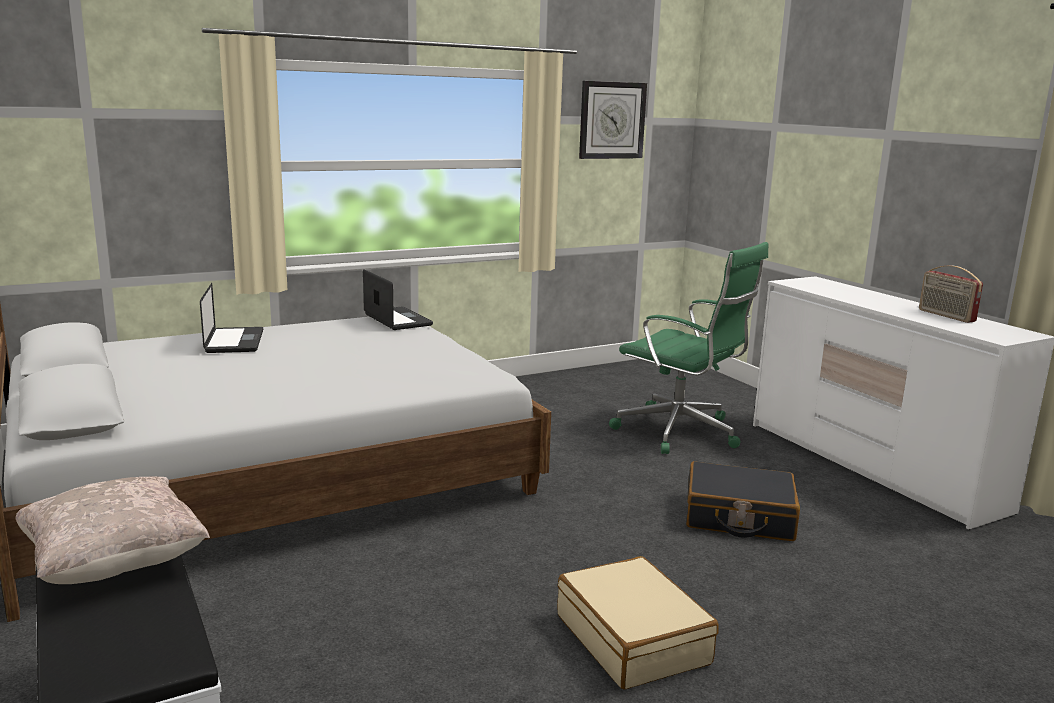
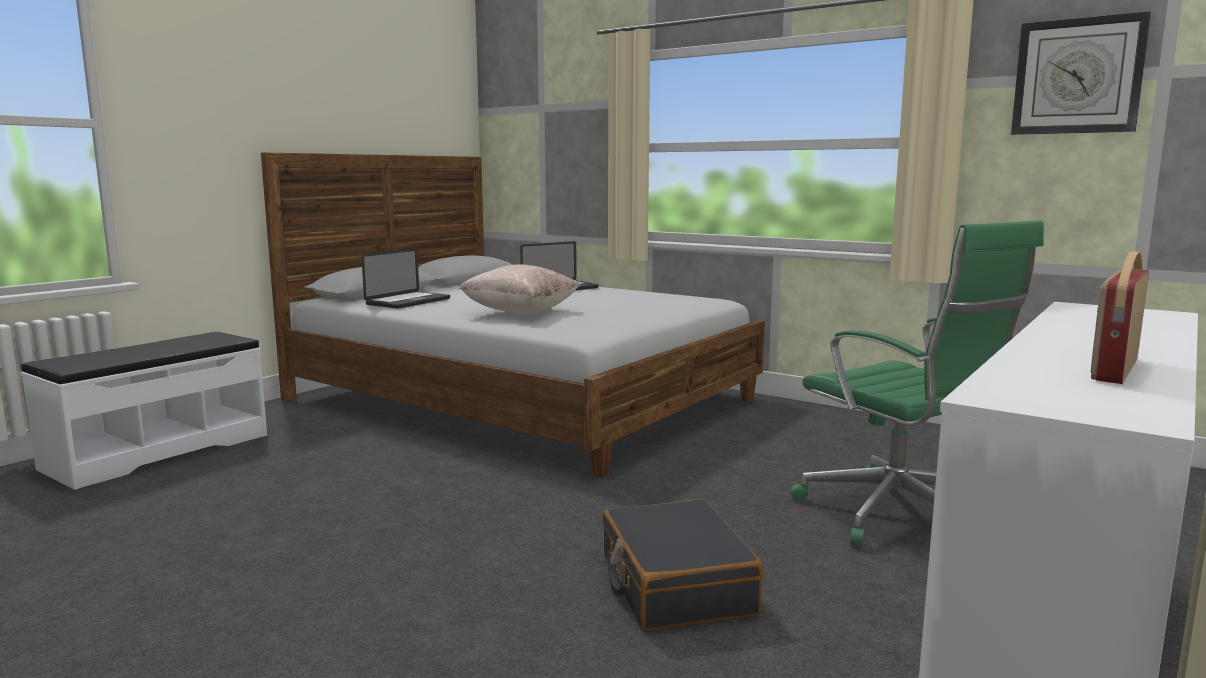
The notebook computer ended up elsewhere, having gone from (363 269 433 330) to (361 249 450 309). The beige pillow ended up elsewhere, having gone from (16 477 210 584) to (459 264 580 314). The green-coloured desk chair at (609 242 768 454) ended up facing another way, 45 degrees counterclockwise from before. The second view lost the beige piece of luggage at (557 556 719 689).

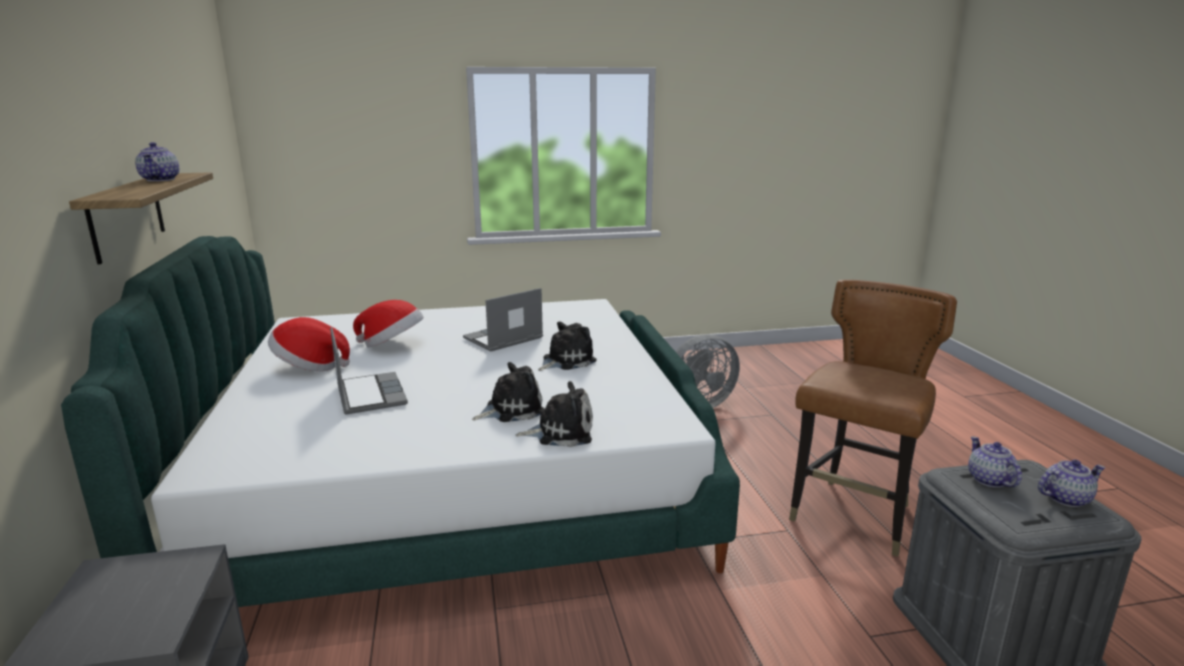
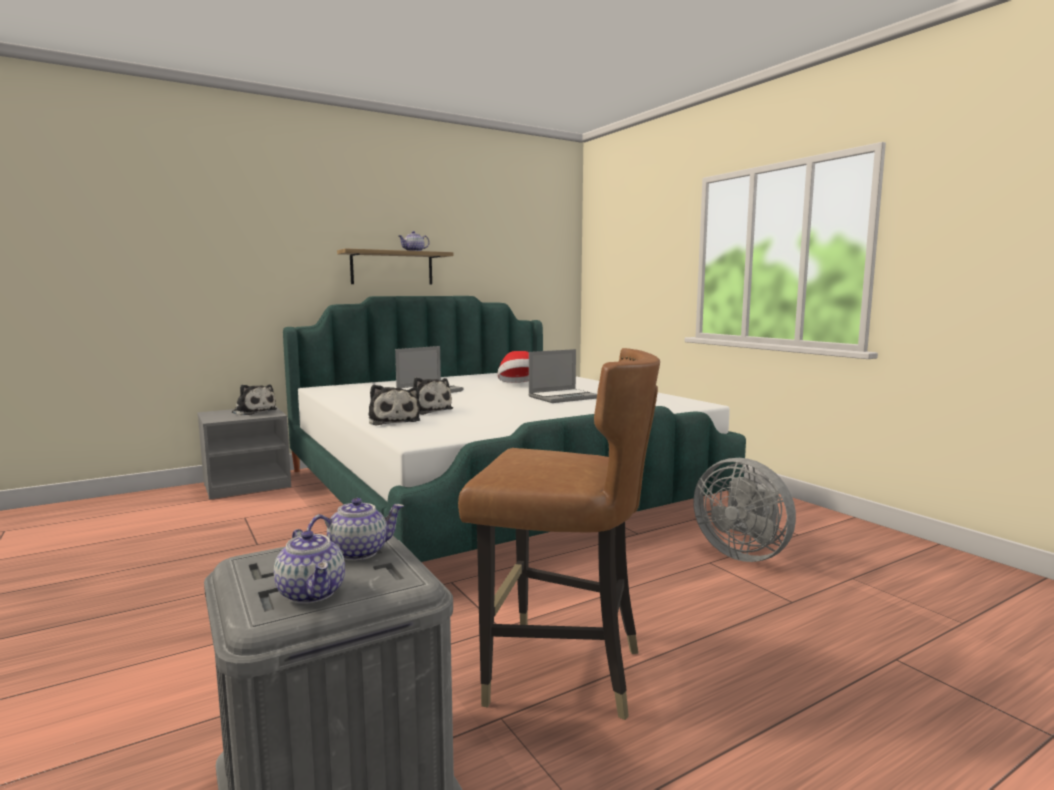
The soft toy ended up elsewhere, having gone from (538 321 597 371) to (232 385 277 415). The notebook computer at (463 288 543 352) ended up facing another way, 120 degrees clockwise from before. The second view lost the clothing hat at (268 317 350 372).

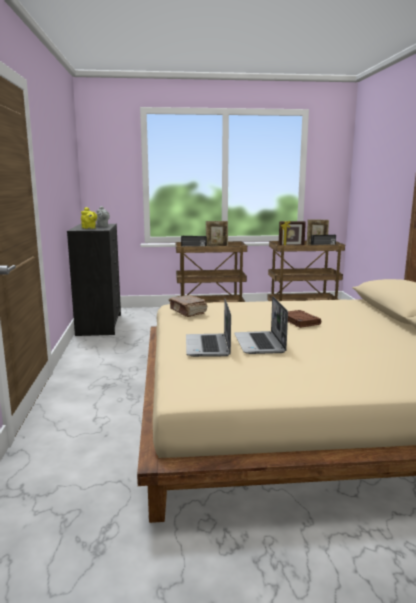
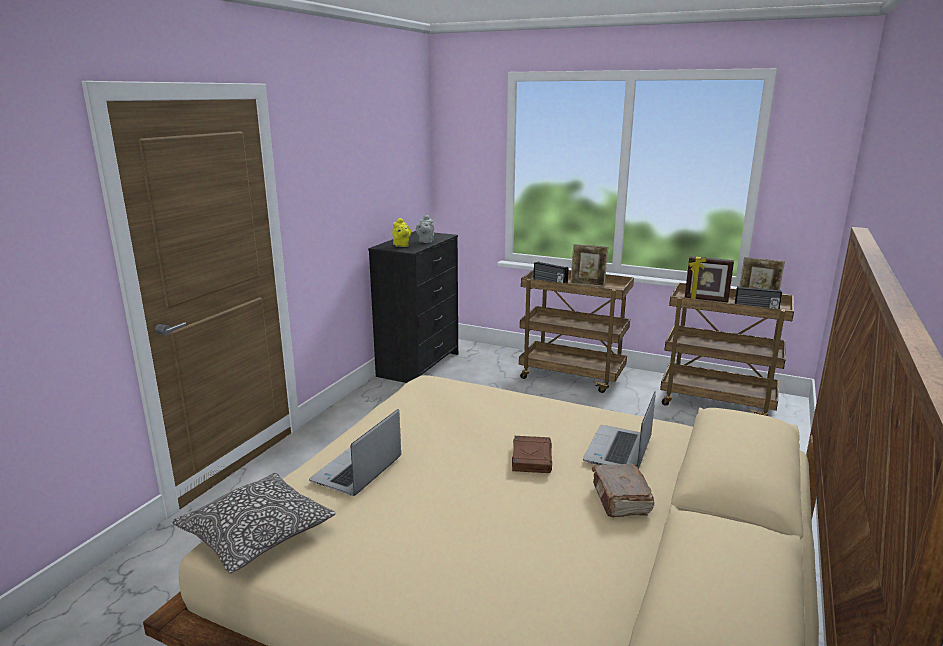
The second view gained the pillow at (172 473 336 573). The notebook computer ended up elsewhere, having gone from (234 296 288 354) to (583 391 656 469). The brownish volume ended up elsewhere, having gone from (169 295 207 317) to (592 464 655 517).

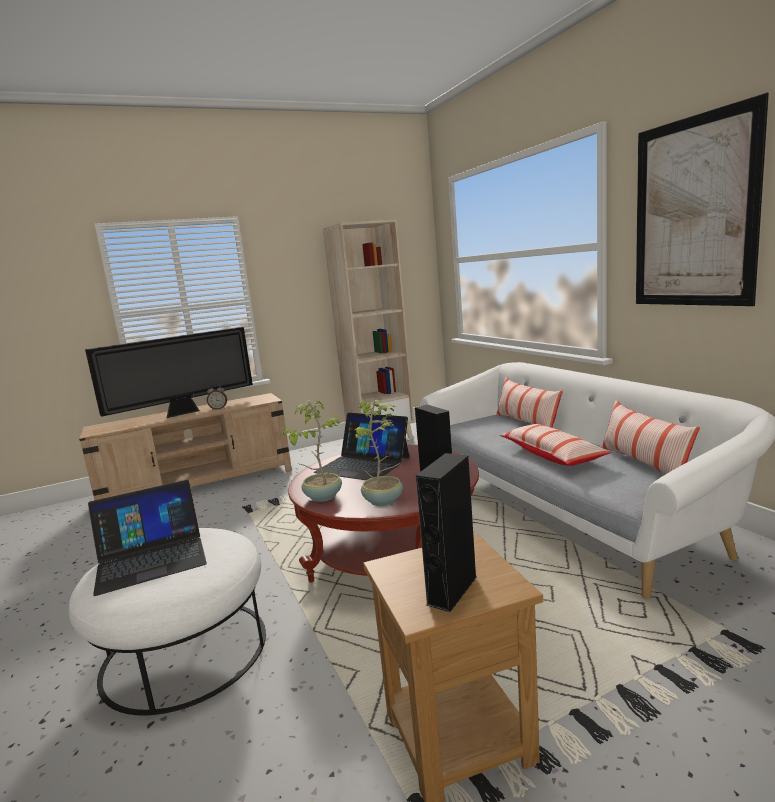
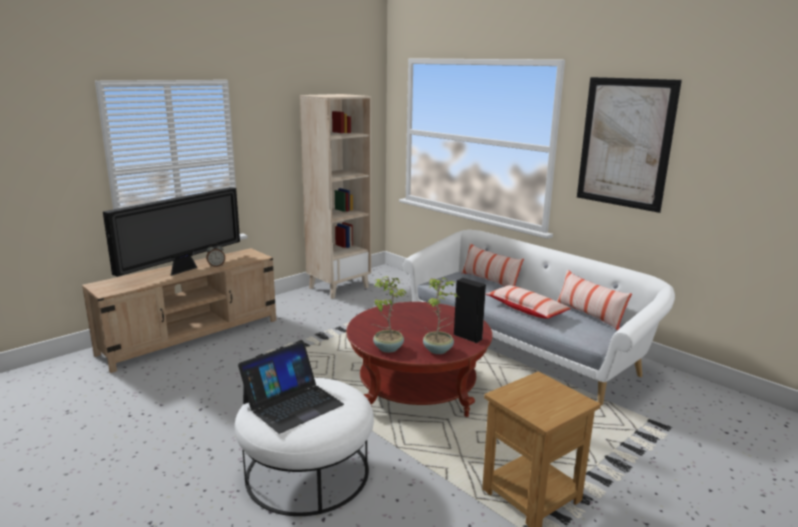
The second view lost the notebook computer at (313 413 409 480). The second view lost the black-coloured loudspeaker at (416 453 477 612).

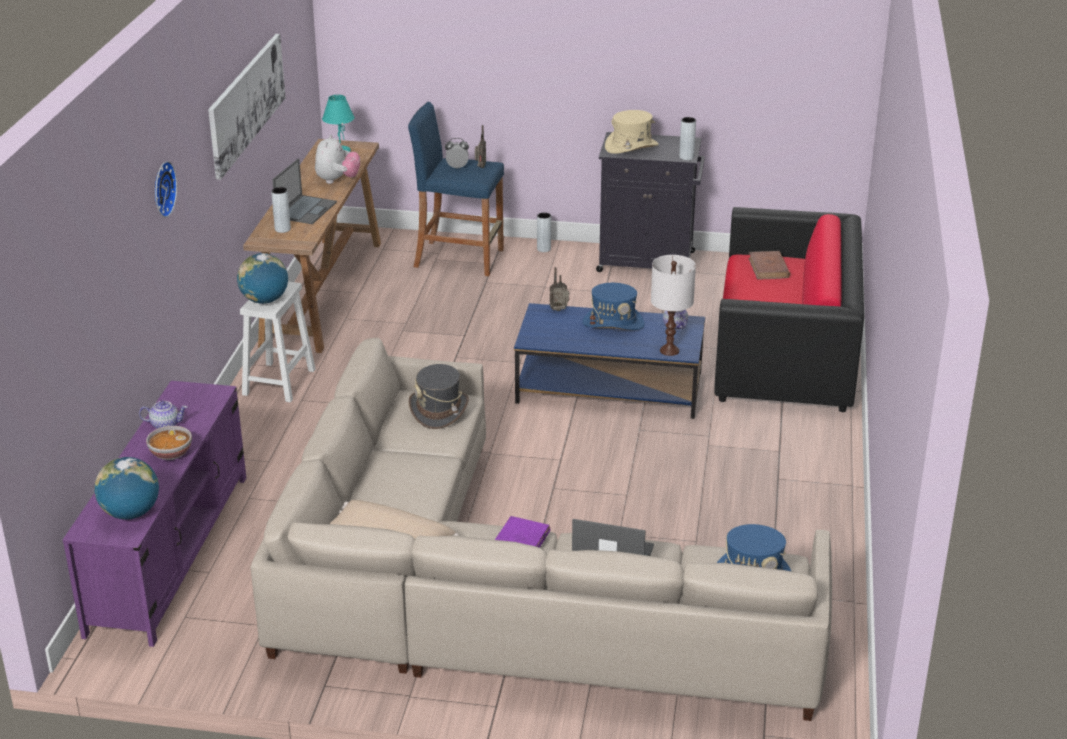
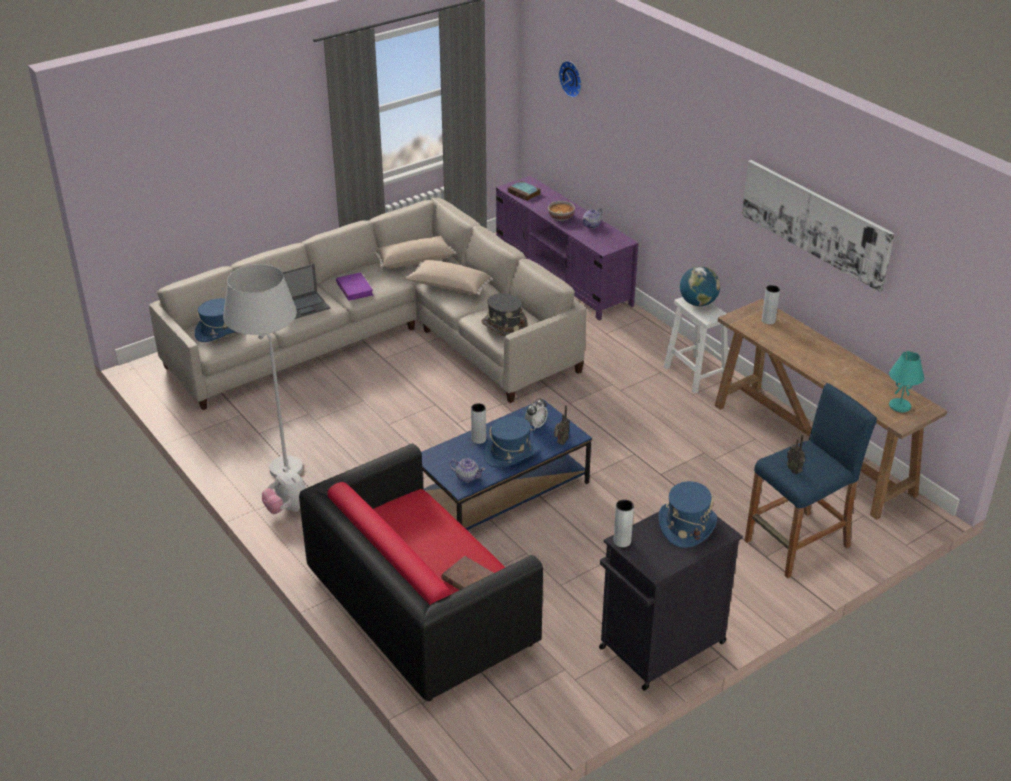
The second view gained the whitish standing lamp at (223 264 303 478). The soft toy ended up elsewhere, having gone from (315 135 360 184) to (262 468 306 514). The second view gained the beige pillow at (405 260 493 295). The greyish decorative vase ended up elsewhere, having gone from (537 212 551 252) to (471 403 486 444). Where the world globe stood at (94 457 159 520), the volume came to stand at (508 181 541 201). The bedside clock ended up elsewhere, having gone from (445 138 469 169) to (525 398 548 430). The wall clock ended up elsewhere, having gone from (155 161 177 218) to (559 61 582 98). What was the beige clothing hat at (605 110 659 154) turned into the blue clothing hat at (659 481 717 548). The second view lost the notebook computer at (272 158 337 224). The second view lost the whitish table lamp at (651 255 696 356).

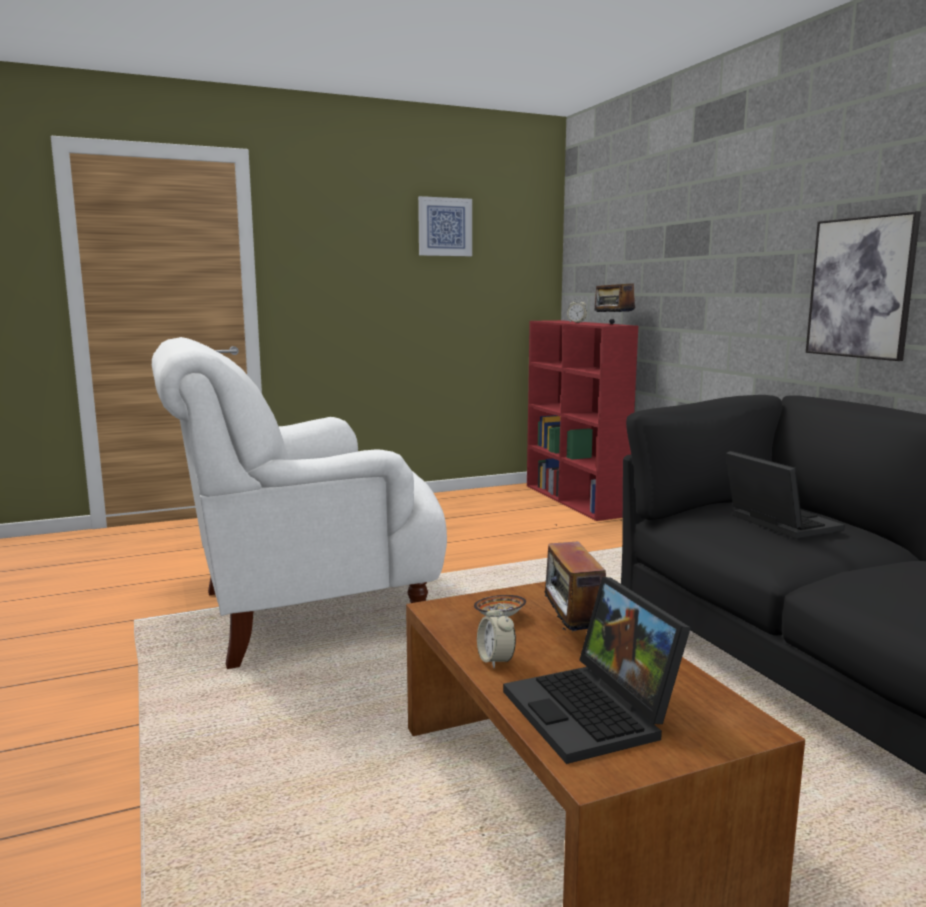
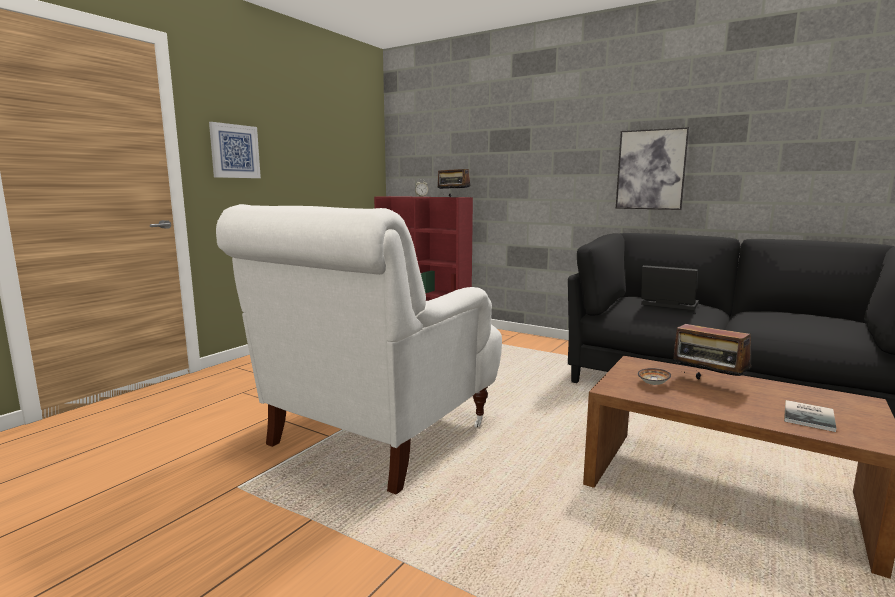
The picture ended up elsewhere, having gone from (418 196 472 256) to (209 122 261 178). Where the notebook computer stood at (503 577 691 764), the volume came to stand at (784 400 836 432). The second view lost the bedside clock at (477 603 516 668).

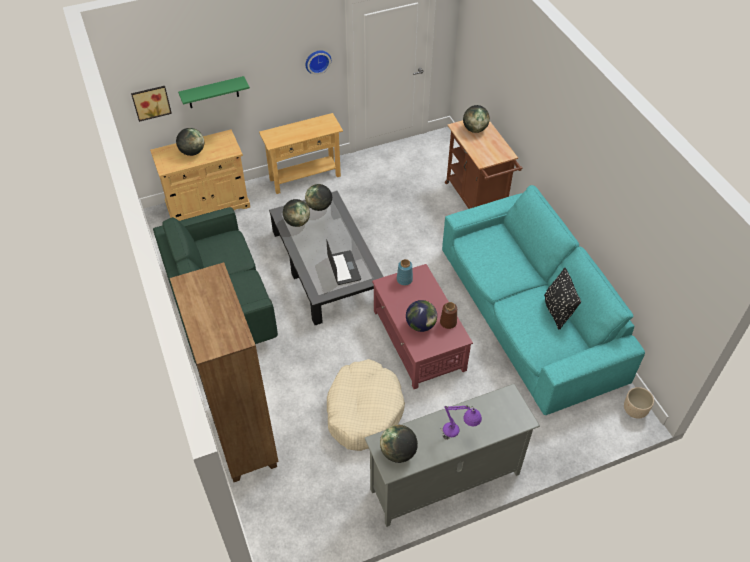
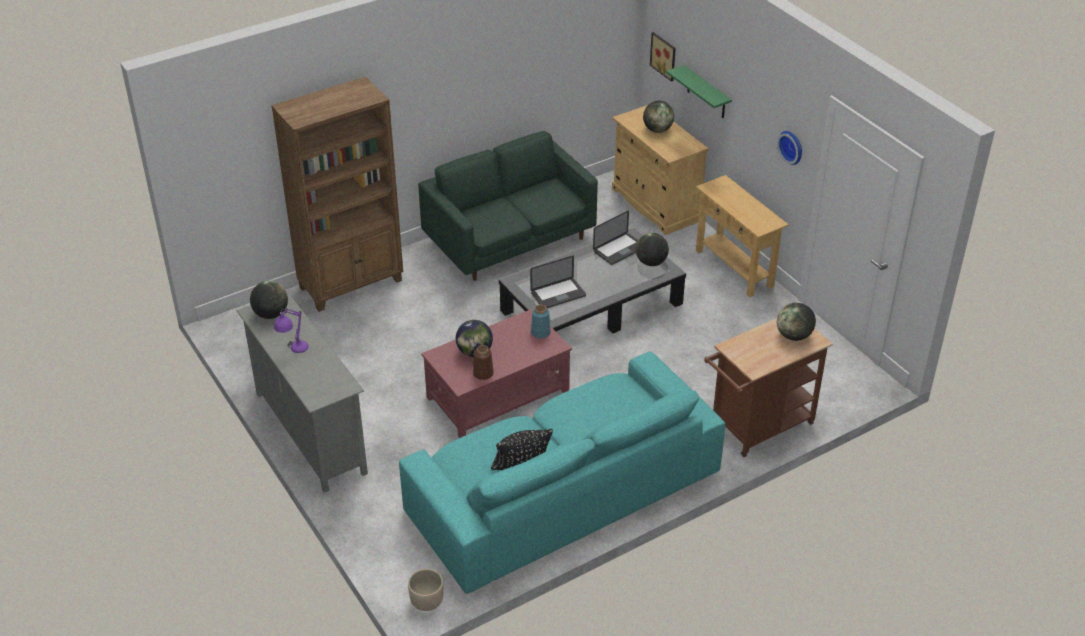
Where the world globe stood at (283 199 310 227), the notebook computer came to stand at (593 211 638 265). The second view lost the beige pet bed at (327 359 405 451).

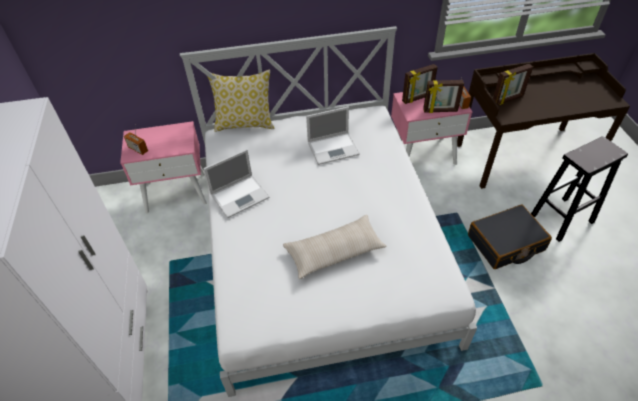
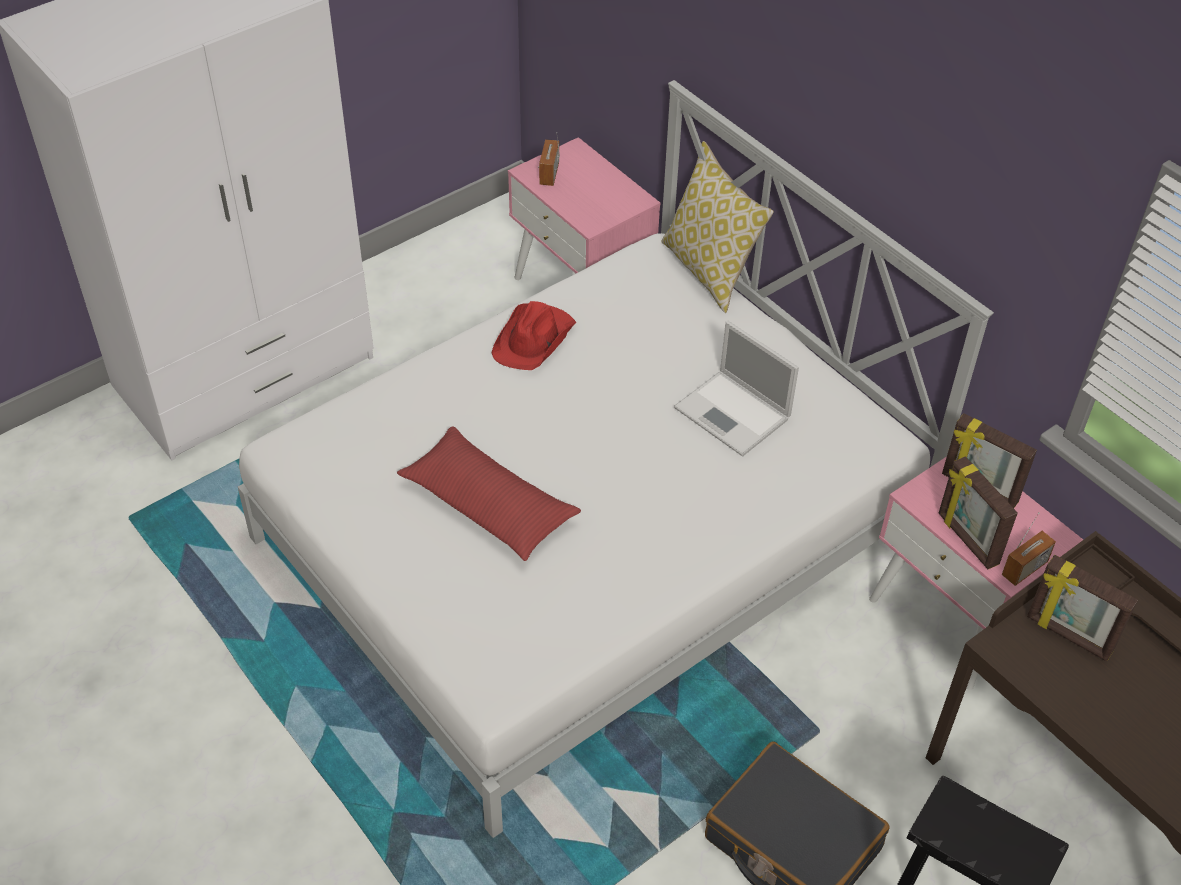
What was the beige pillow at (283 215 387 279) turned into the red pillow at (397 426 581 561). Where the notebook computer stood at (203 149 270 218), the red clothing hat came to stand at (492 301 576 370).

